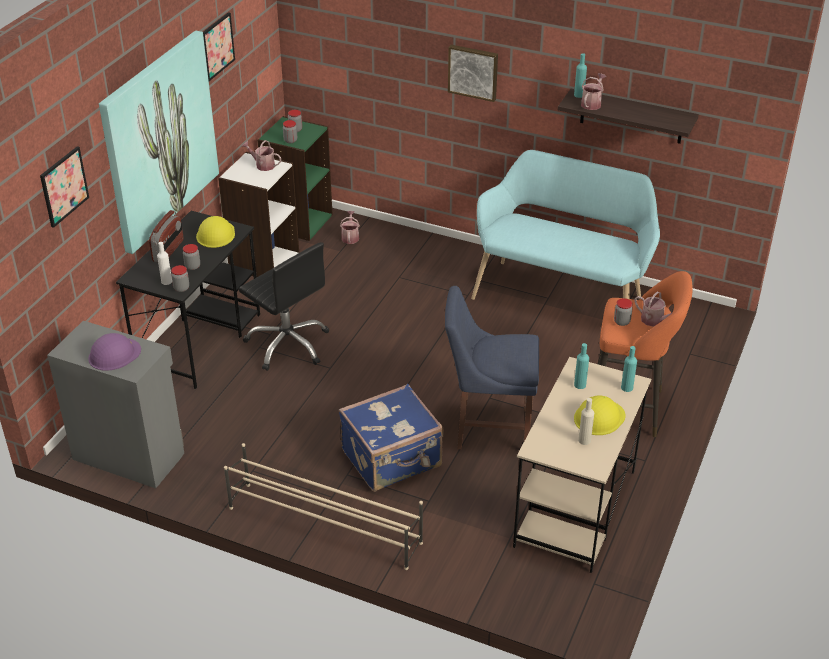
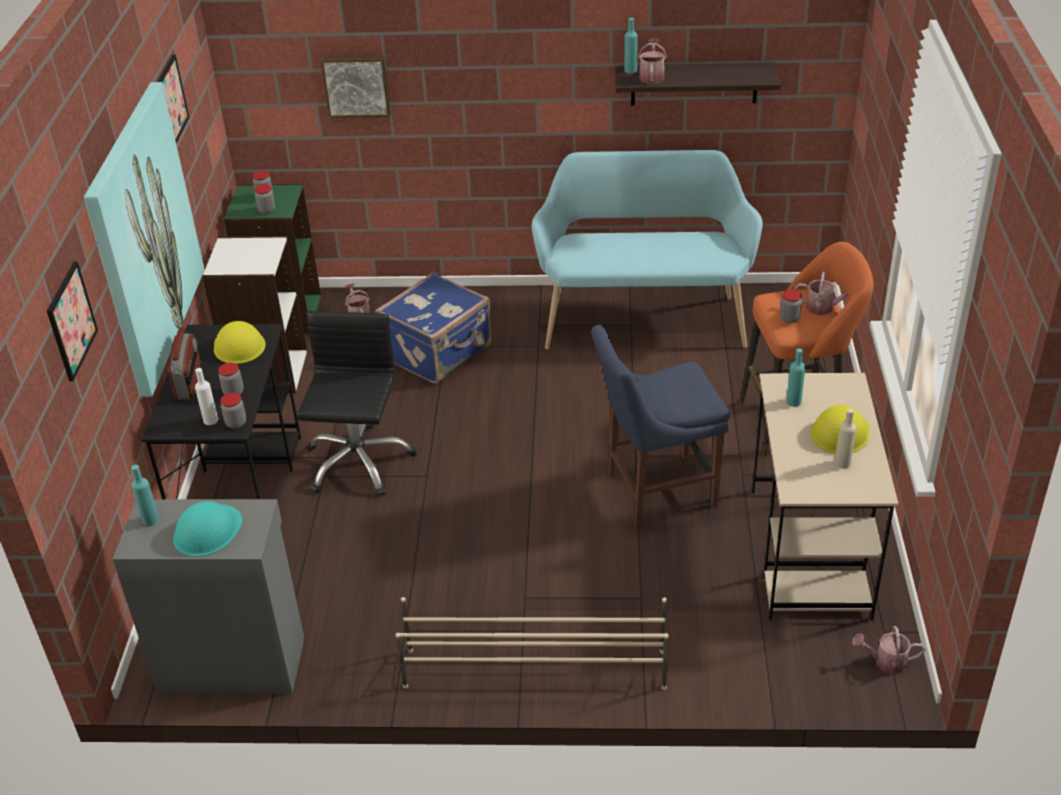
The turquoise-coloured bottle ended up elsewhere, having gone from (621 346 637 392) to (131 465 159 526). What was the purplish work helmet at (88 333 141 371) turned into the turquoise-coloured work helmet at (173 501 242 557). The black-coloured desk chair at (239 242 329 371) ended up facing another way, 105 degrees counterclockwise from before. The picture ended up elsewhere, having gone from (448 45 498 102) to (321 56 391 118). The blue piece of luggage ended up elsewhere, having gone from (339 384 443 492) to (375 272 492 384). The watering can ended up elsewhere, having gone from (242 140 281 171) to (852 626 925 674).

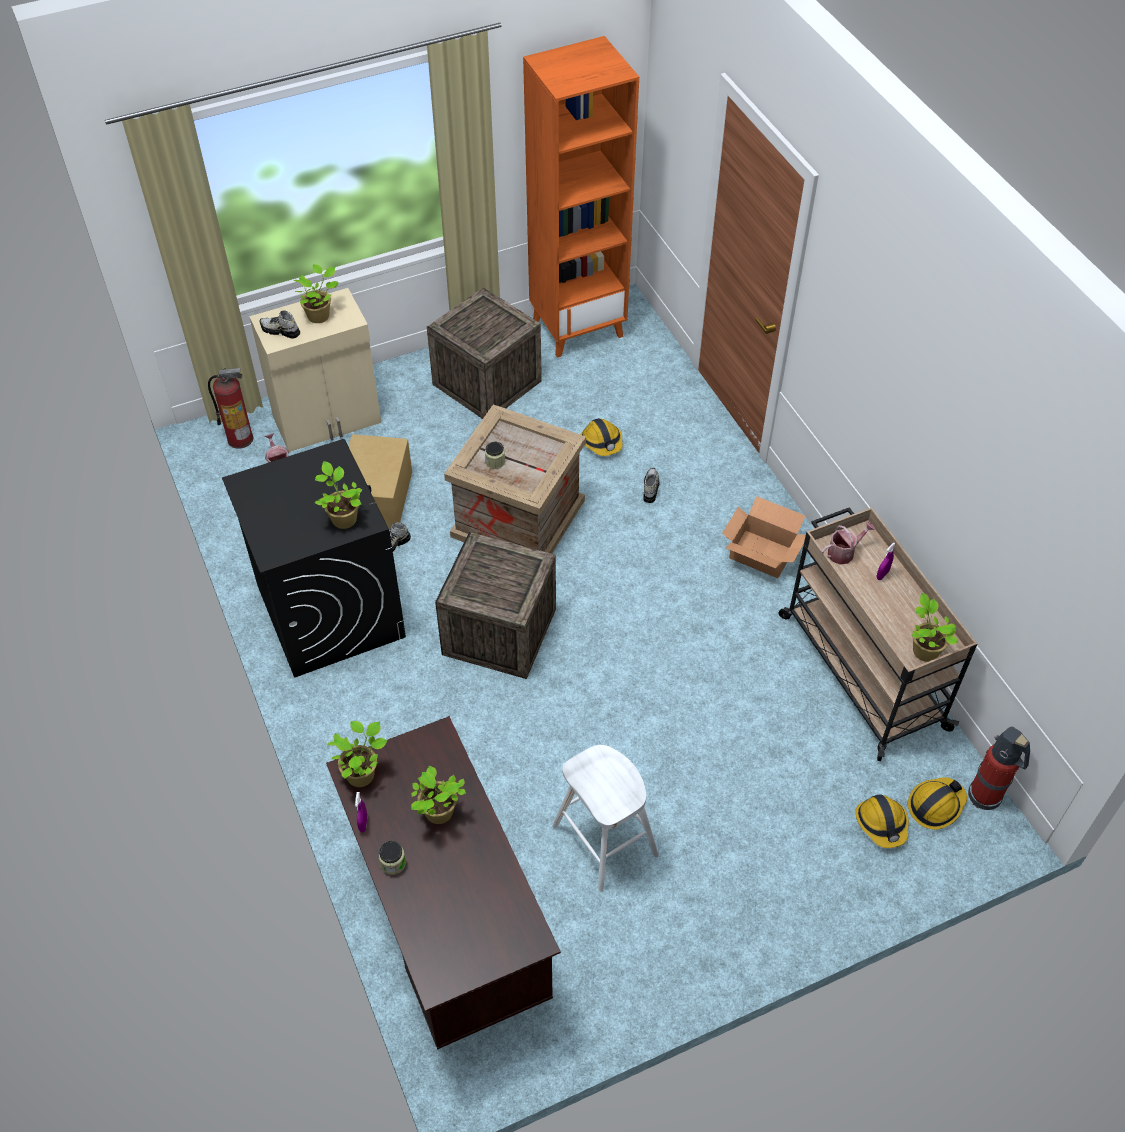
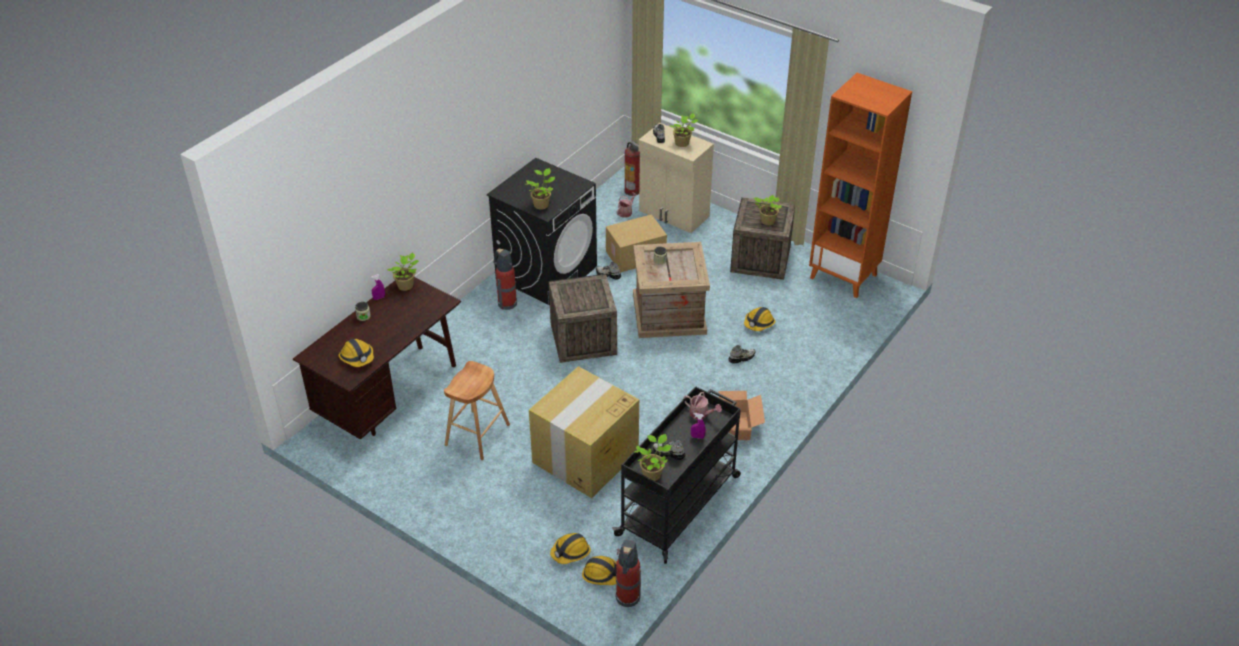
The second view gained the work helmet at (339 339 374 367). What was the whitish stool at (553 745 659 892) turned into the brownish stool at (444 361 510 460). The second view gained the extinguisher at (493 248 517 310). The second view gained the cardboard box at (529 366 639 498). What was the beige trolley at (779 507 977 761) turned into the black-coloured trolley at (612 386 741 564). The second view gained the item of footwear at (652 438 685 460). The houseplant ended up elsewhere, having gone from (411 766 466 824) to (754 195 782 225).

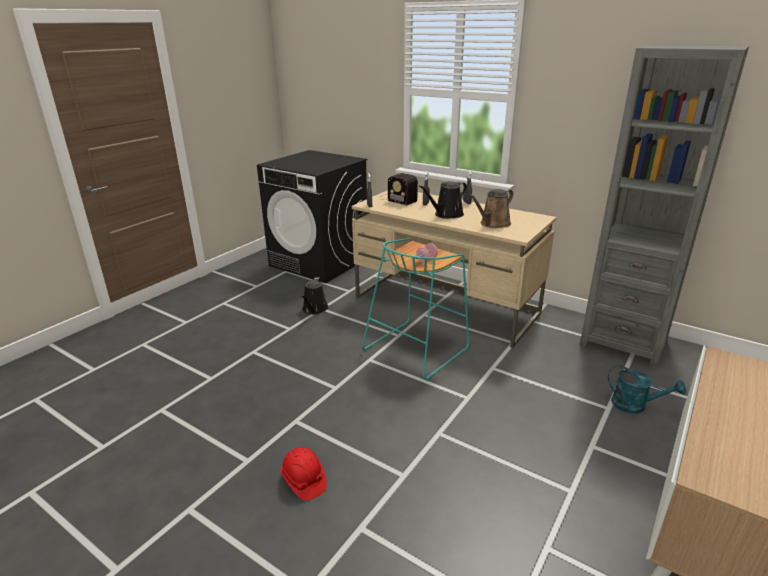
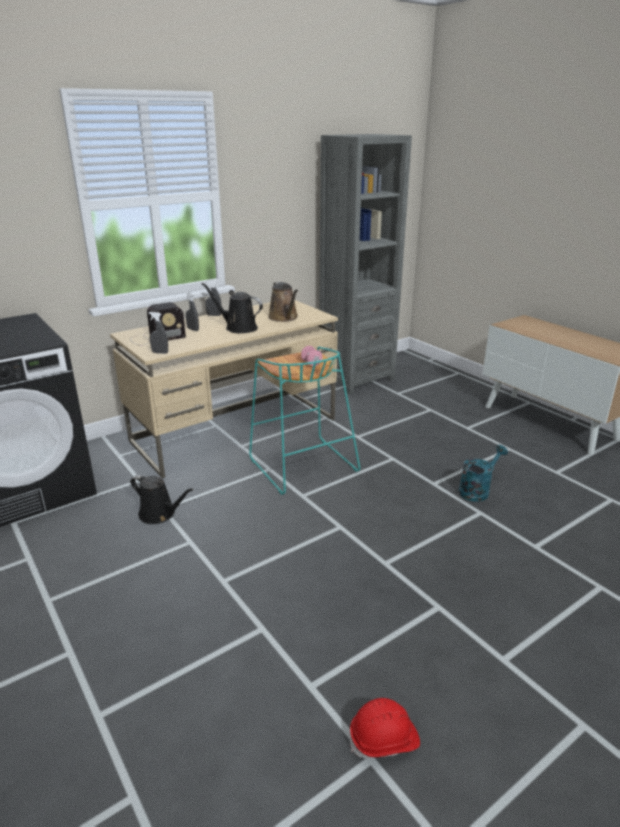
The black-coloured watering can at (419 181 467 219) ended up facing another way, 135 degrees clockwise from before. The red work helmet ended up elsewhere, having gone from (281 447 327 501) to (350 698 420 758). The turquoise-coloured watering can ended up elsewhere, having gone from (608 365 686 414) to (459 445 508 502).

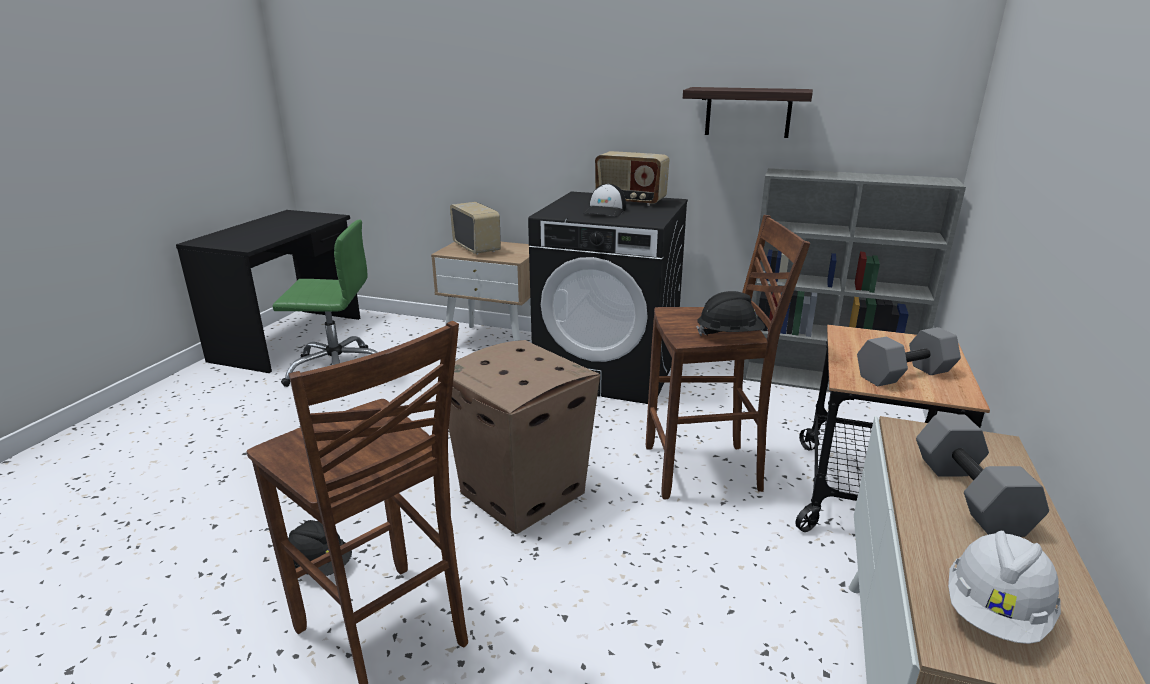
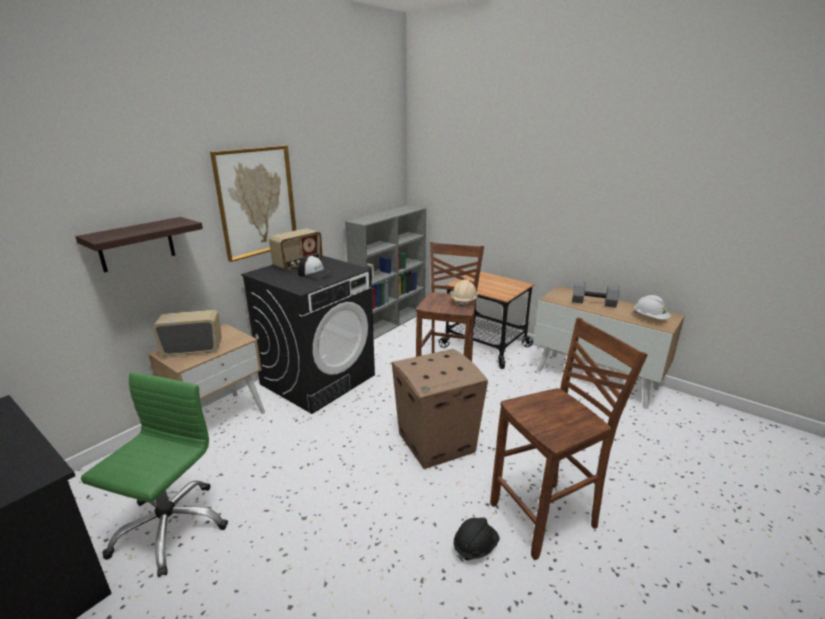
The bracket shelf ended up elsewhere, having gone from (683 87 813 138) to (75 217 203 272). The second view gained the picture at (210 145 296 262). What was the black-coloured work helmet at (696 291 765 336) turned into the beige work helmet at (451 279 478 308). The second view lost the greyish free weight at (857 327 961 386).

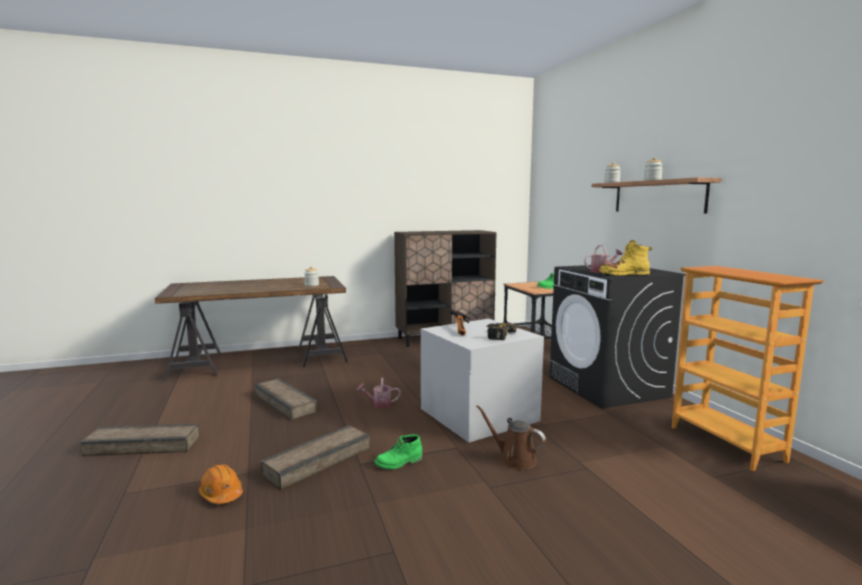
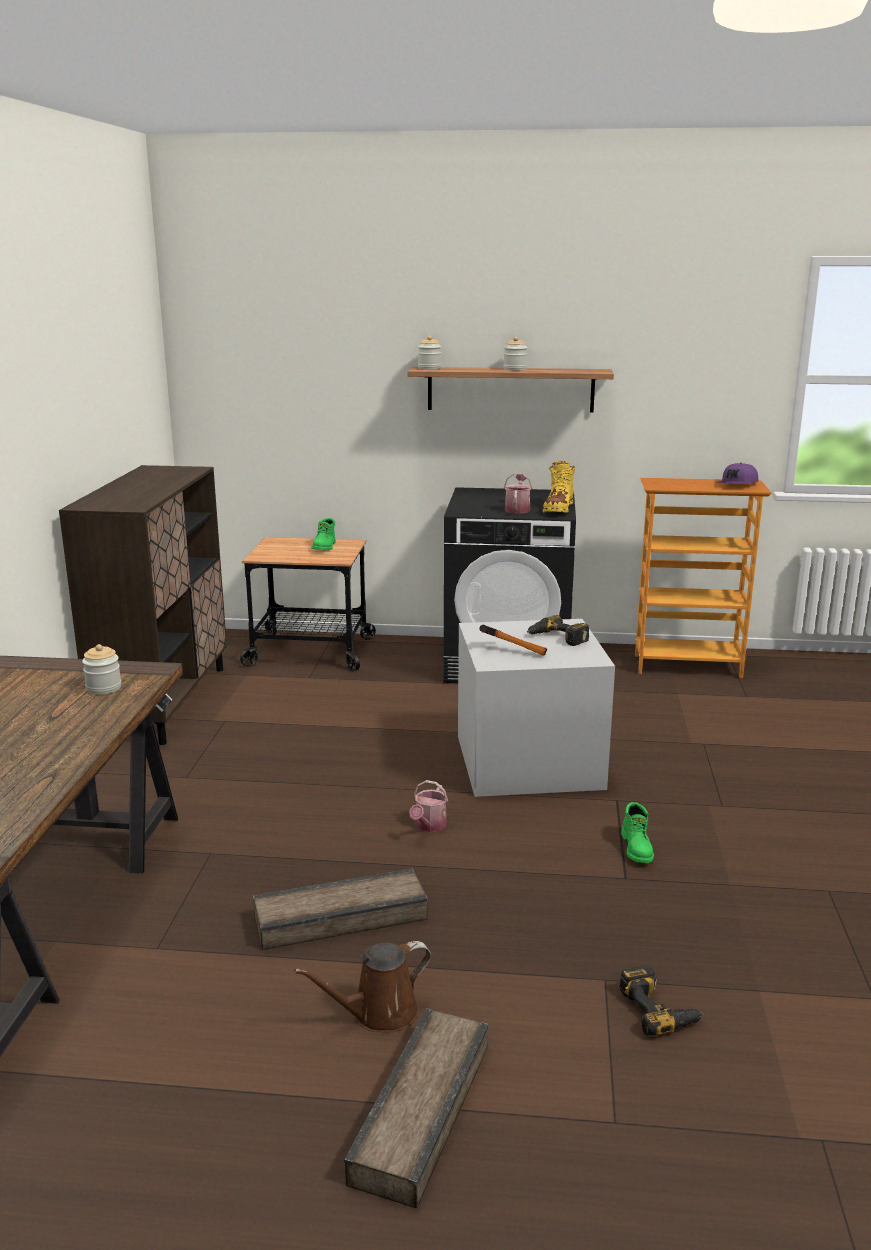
The brownish watering can ended up elsewhere, having gone from (476 405 546 470) to (294 941 431 1032). Where the orangey work helmet stood at (198 464 243 504), the drill came to stand at (619 965 704 1036). The second view gained the purplish baseball cap at (715 463 759 484). The second view lost the shipping crate at (261 425 370 490).

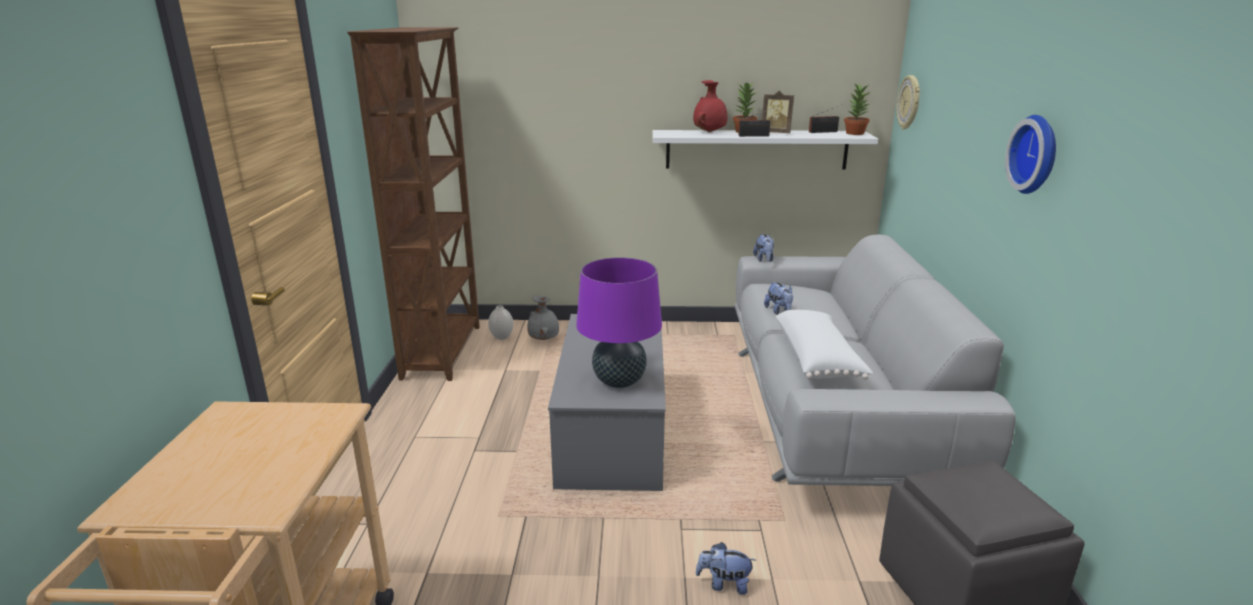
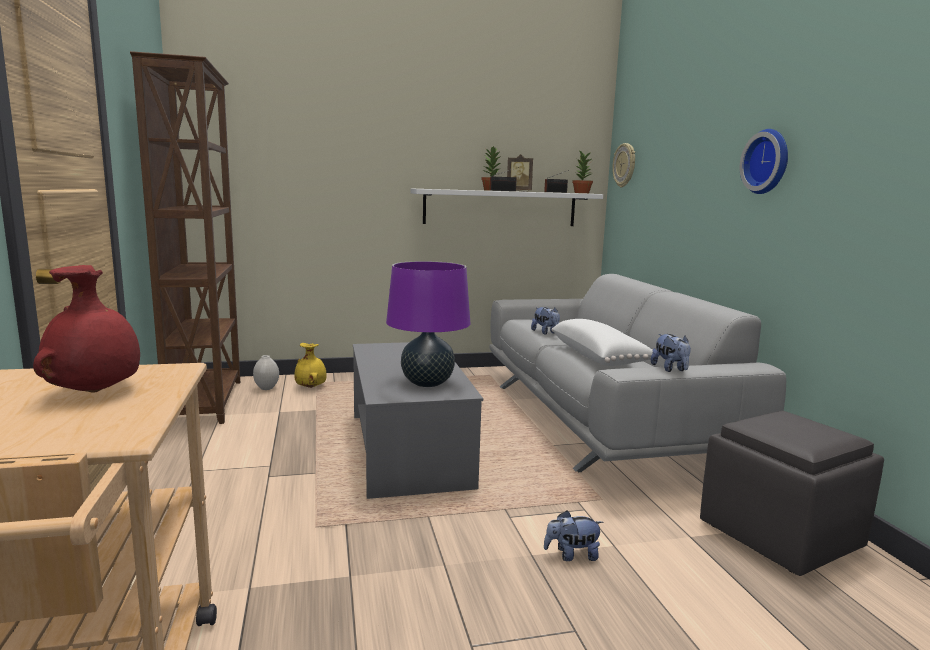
The red decorative vase ended up elsewhere, having gone from (693 80 727 132) to (33 265 140 393). What was the greyish decorative vase at (527 295 559 340) turned into the yellow decorative vase at (294 343 326 388). The soft toy ended up elsewhere, having gone from (753 234 774 262) to (651 334 691 372).

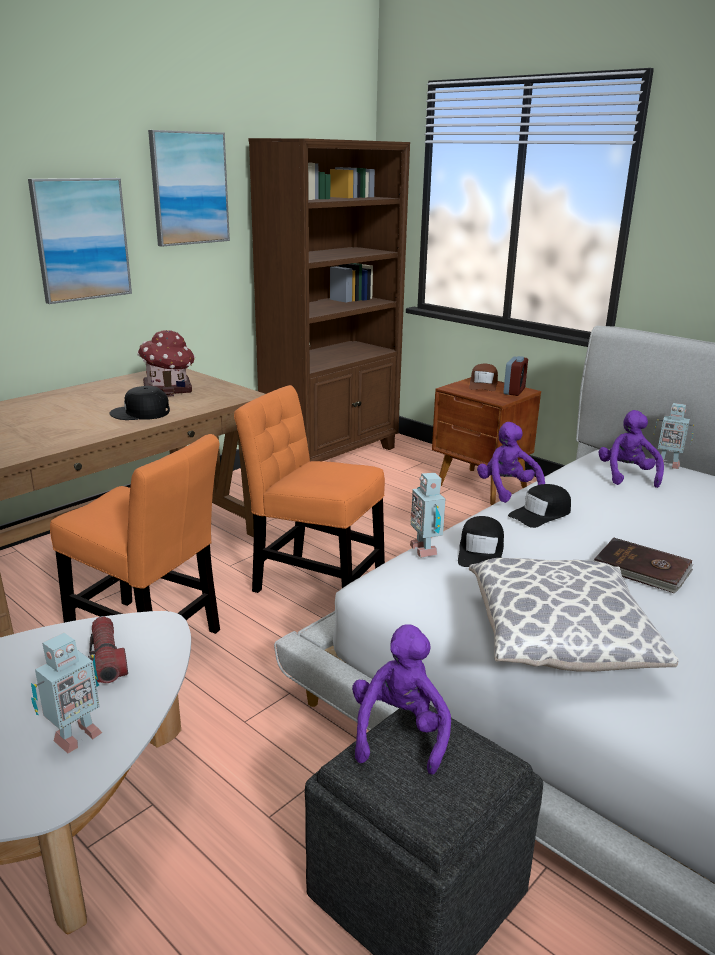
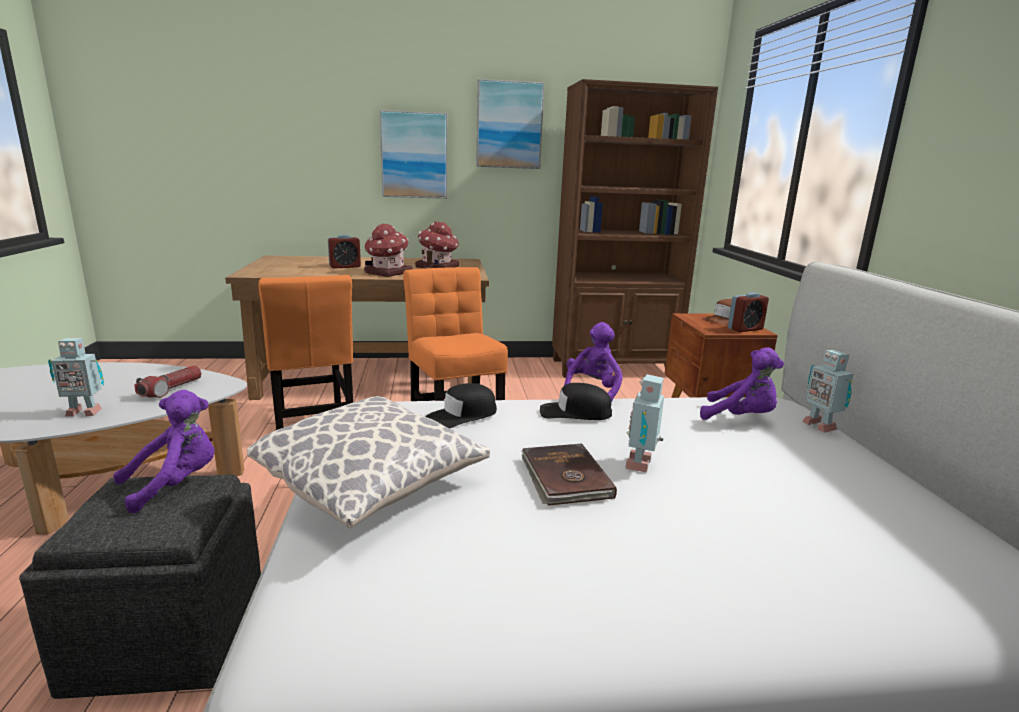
The second view gained the bedside clock at (328 234 361 269). Where the black-coloured baseball cap stood at (109 386 170 420), the toy house came to stand at (364 224 413 277). The robot figure ended up elsewhere, having gone from (410 473 445 558) to (625 374 664 472). The purplish soft toy at (598 410 664 488) ended up facing another way, 75 degrees clockwise from before.

